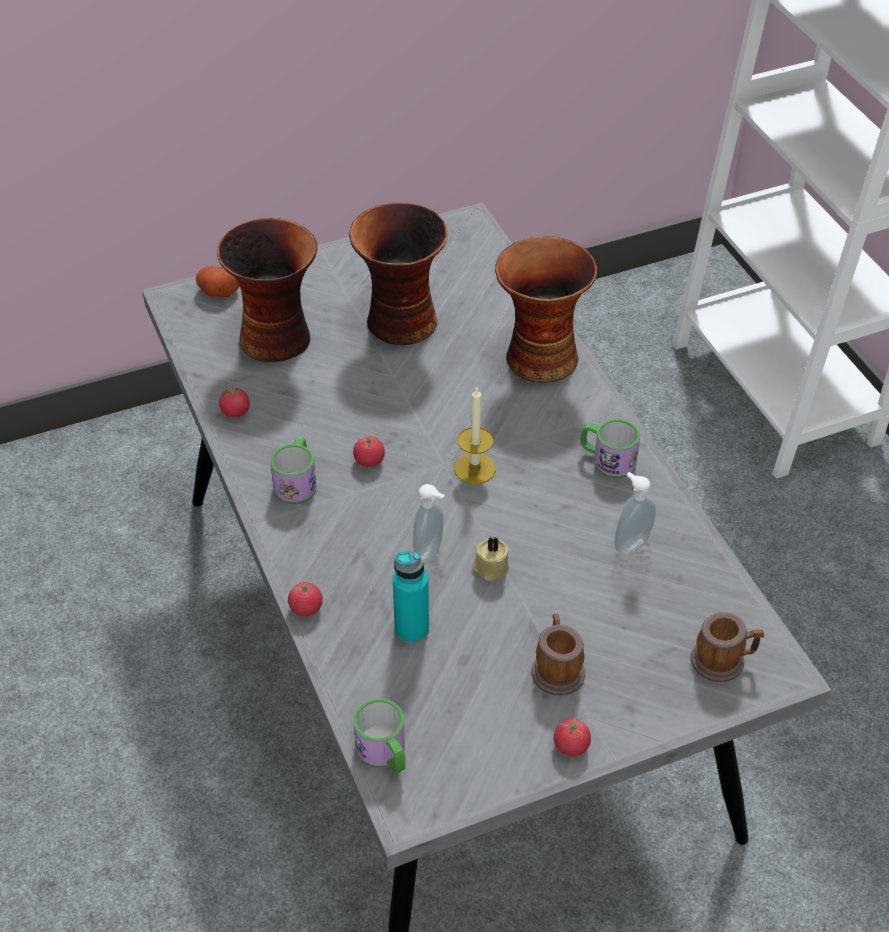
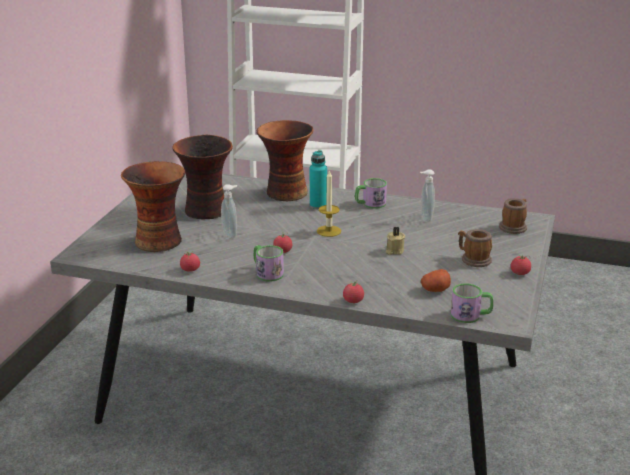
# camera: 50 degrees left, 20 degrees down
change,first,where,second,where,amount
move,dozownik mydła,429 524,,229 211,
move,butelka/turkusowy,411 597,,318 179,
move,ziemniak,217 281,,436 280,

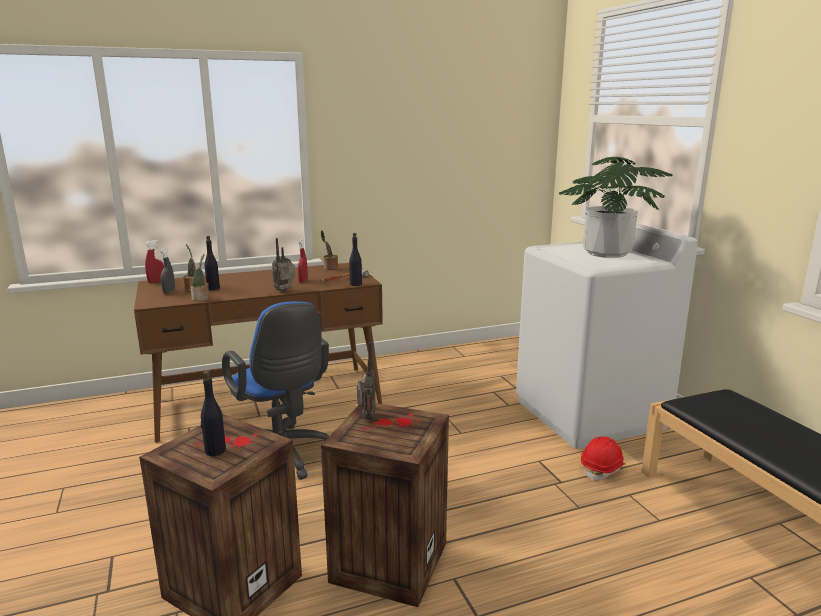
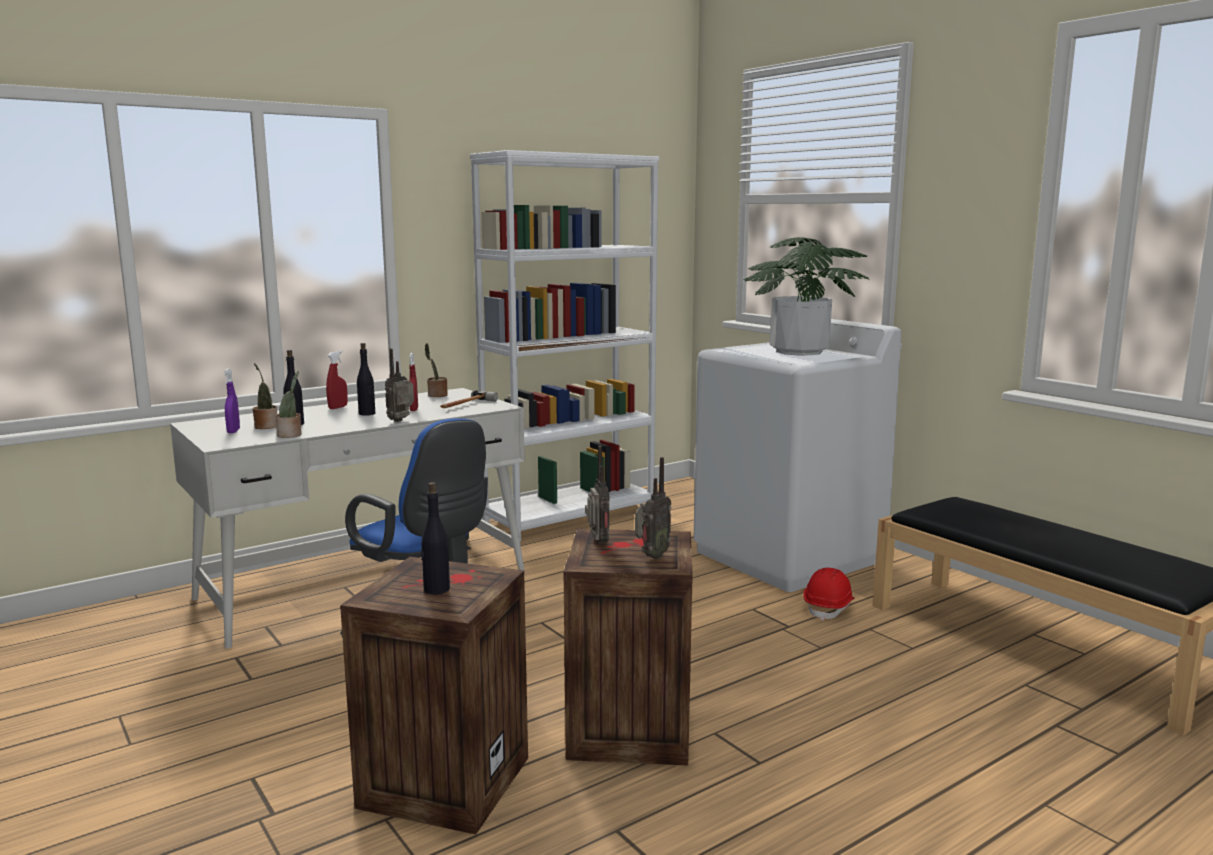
# camera: 15 degrees left, 5 degrees down
change,first,where,second,where,amount
recolor,biurko/brązowy,258 353,biurko/biały,347 518,
recolor,spryskiwacz/szary,167 271,spryskiwacz/fioletowy,232 401,
move,spryskiwacz/czerwony,154 261,,337 380,
move,butelka/czarny,355 259,,366 379,
insert,,,regał/biały,564 346,
insert,,,radio,653 508,

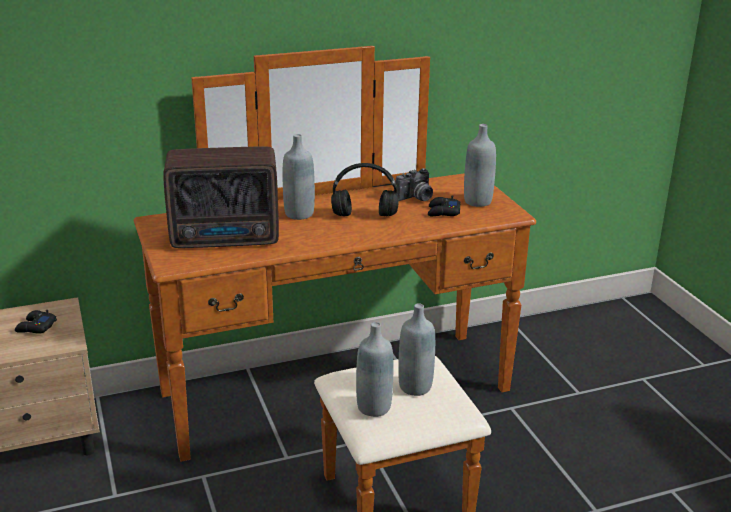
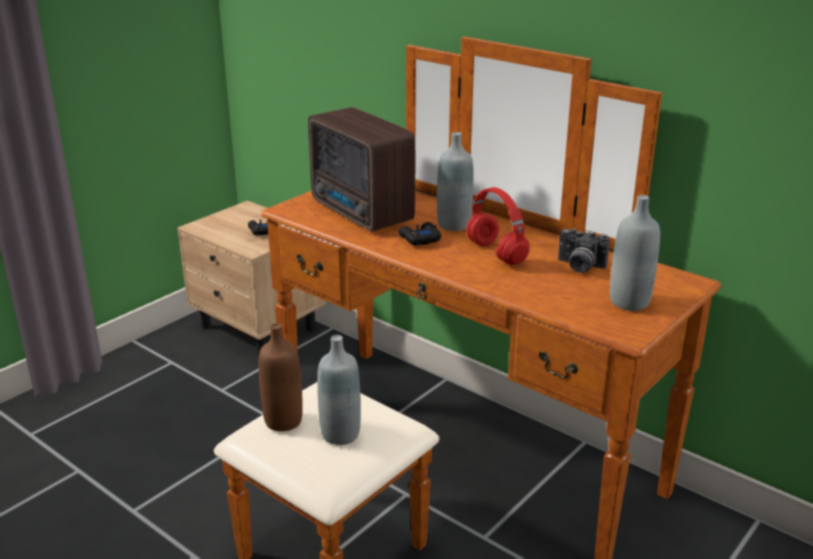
# camera: 60 degrees right, 0 degrees up
change,first,where,second,where,amount
recolor,butelka/szary,374 369,butelka/brązowy,281 377,
move,pad do gier/czarny,444 205,,419 233,
recolor,słuchawki/czarny,365 189,słuchawki/czerwony,498 226,

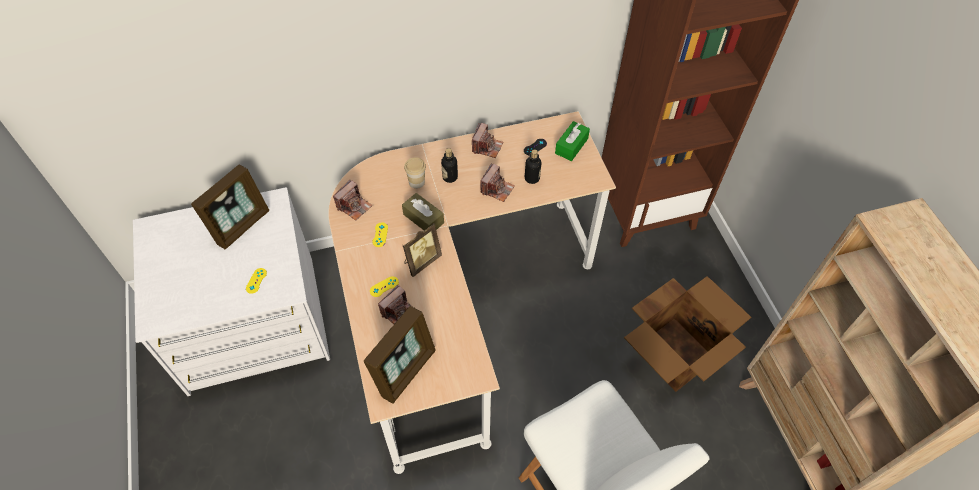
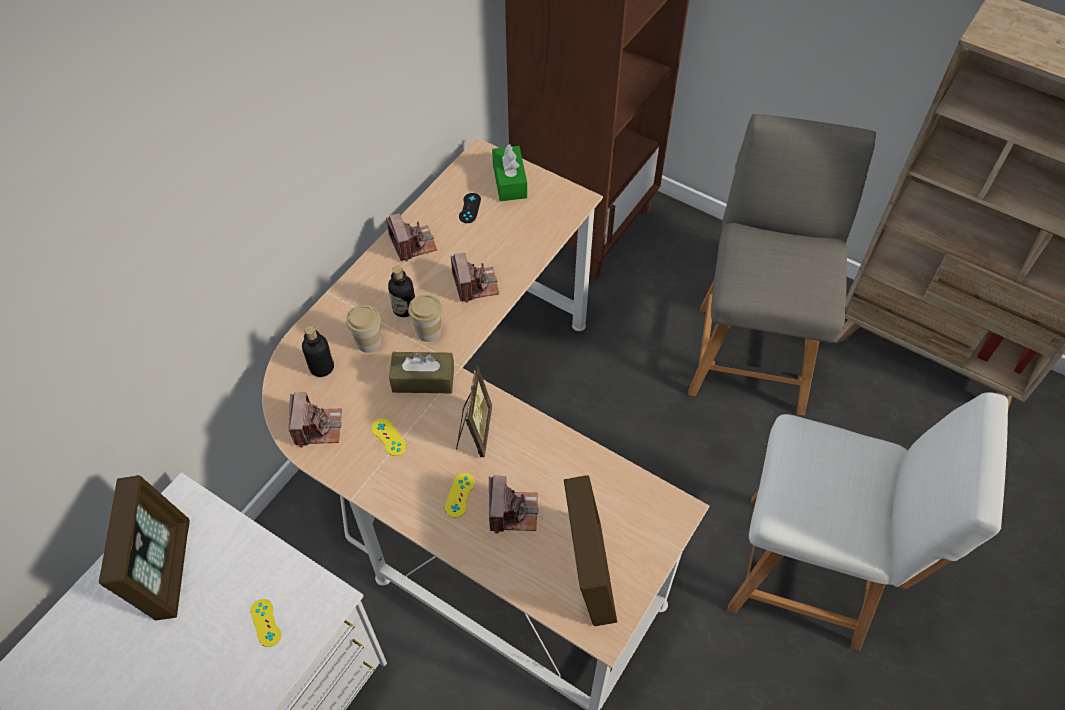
# camera: 40 degrees left, 0 degrees up
change,first,where,second,where,amount
move,butelka,533 166,,318 351,
insert,,,filiżanka,425 318,
replace,karton,687 334,krzesło/szary,782 265,

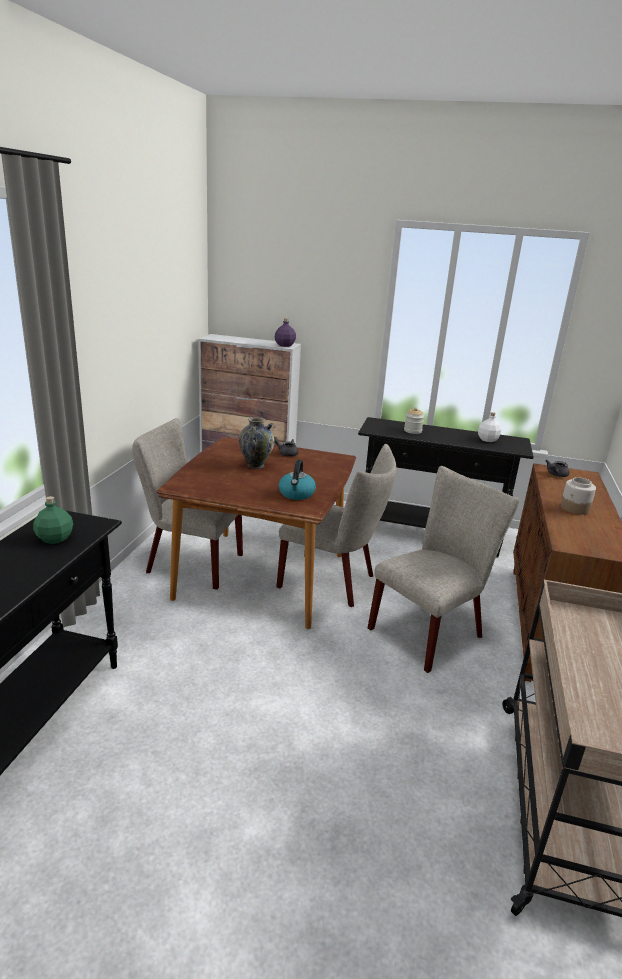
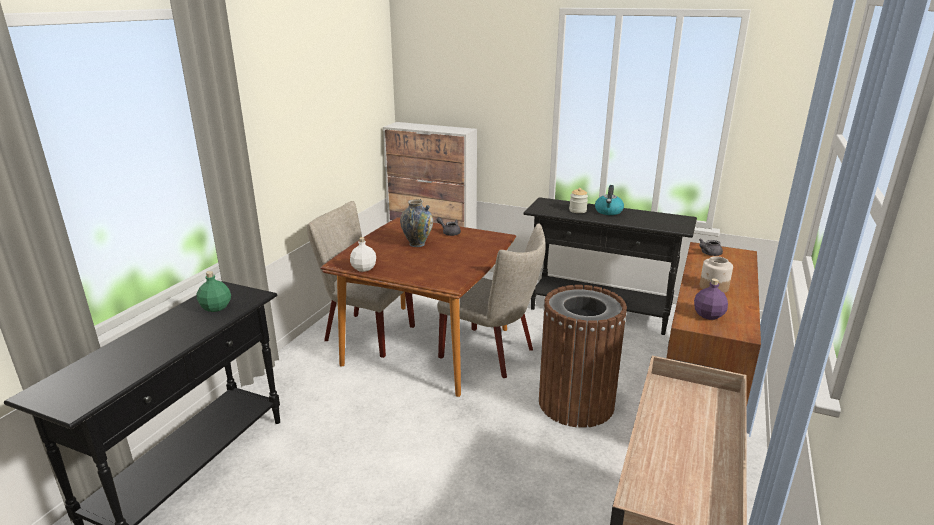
# camera: 10 degrees right, 0 degrees up
change,first,where,second,where,amount
move,butelka/biały,490 427,,363 254,
replace,krzesło/beżowy,443 569,kosz na śmieci/brązowy,583 356,
move,czajnik,297 480,,609 200,
move,butelka/fioletowy,285 332,,711 299,

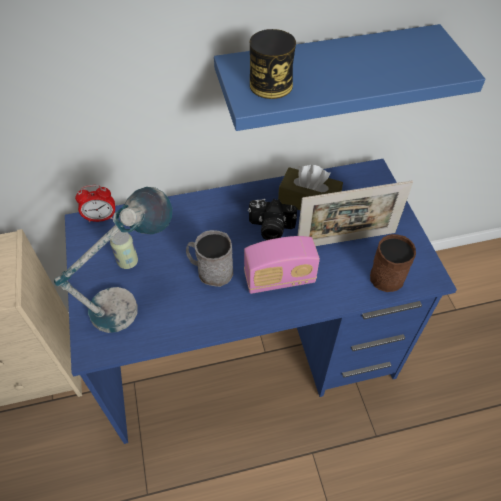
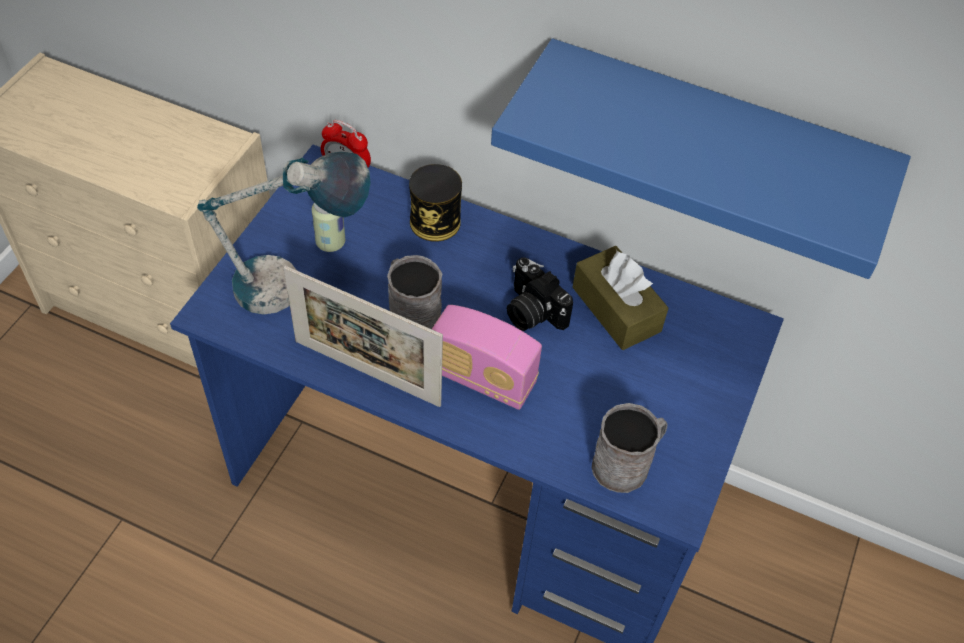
# camera: 35 degrees right, 0 degrees up
change,first,where,second,where,amount
move,ramka na zdjęcie,355 213,,363 336,
move,puszka,273 64,,435 203,
recolor,kubek/brązowy,393 263,kubek/szary,629 448,

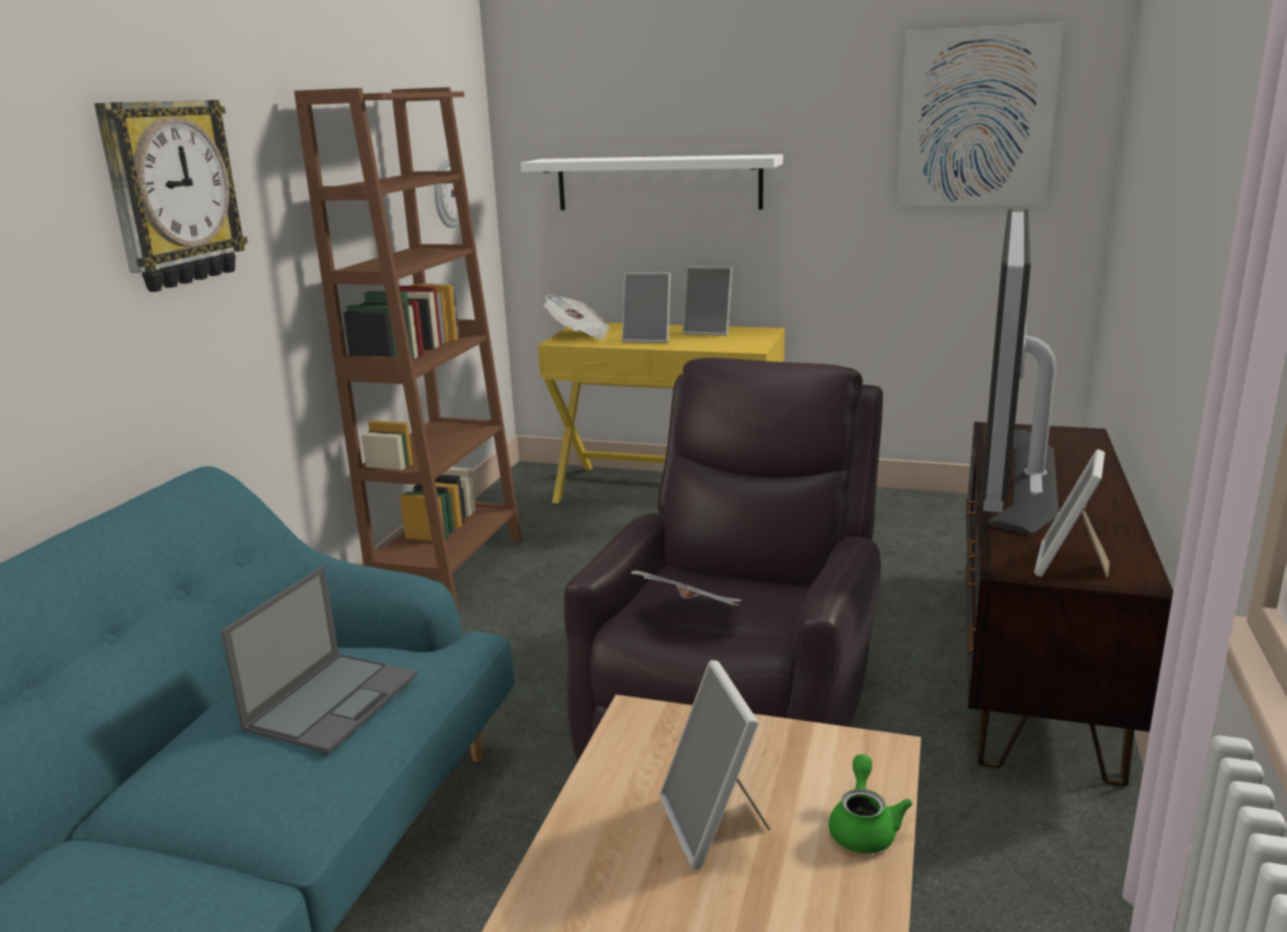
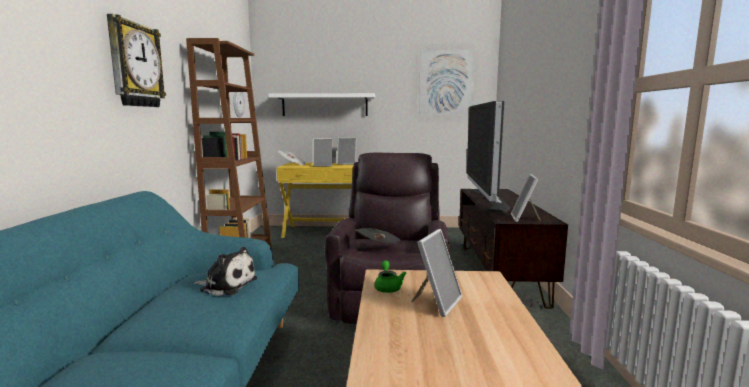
# camera: 15 degrees left, 10 degrees down
change,first,where,second,where,amount
replace,laptop,319 659,pluszak,225 271,
move,imbryk/zielony,871 804,,390 276,
rotate,ramka na zdjęcie,714 765,,436 273,120 degrees counterclockwise

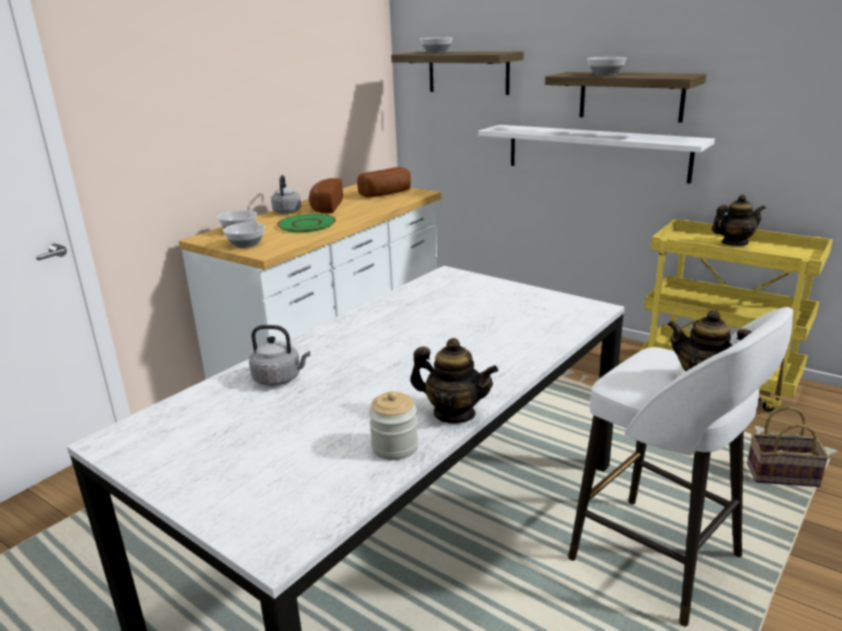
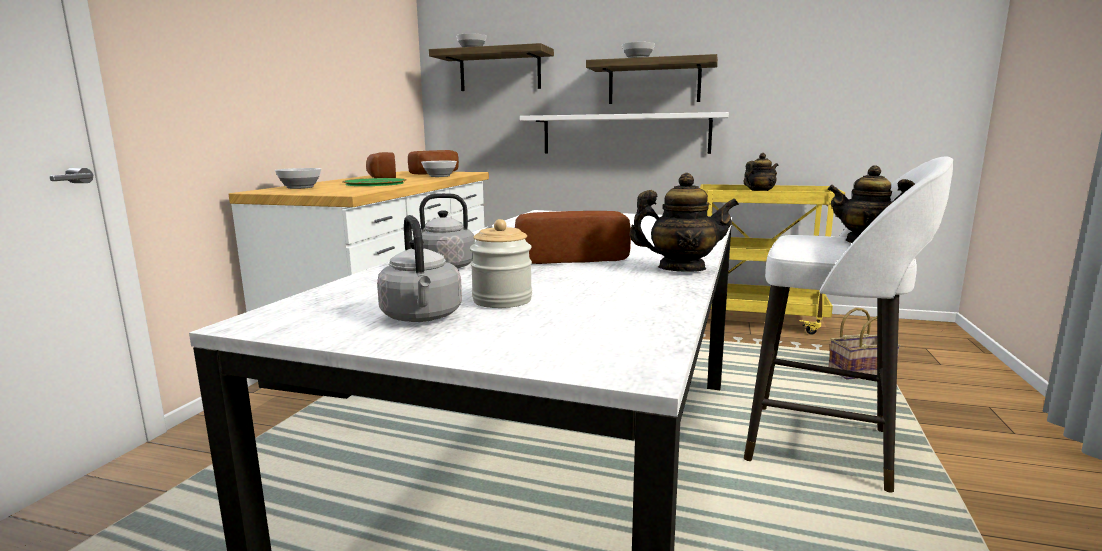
# camera: 20 degrees left, 10 degrees down
change,first,where,second,where,amount
move,czajnik/szary,286 194,,419 268,
move,miska,244 235,,439 169,
move,słoik,393 425,,501 263,
insert,,,chleb,573 237,

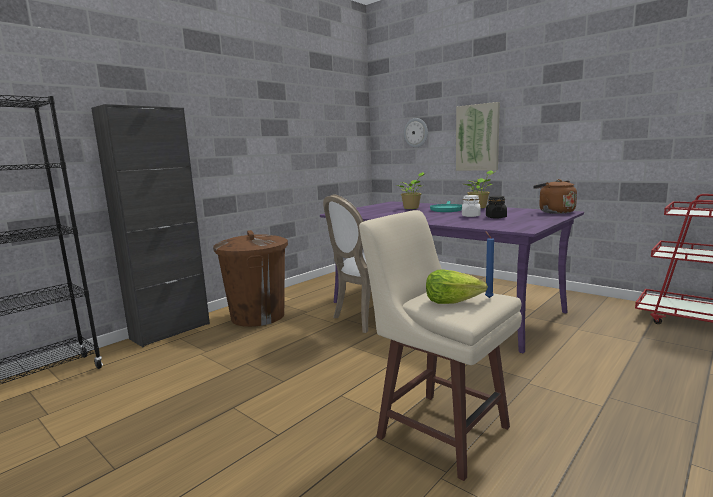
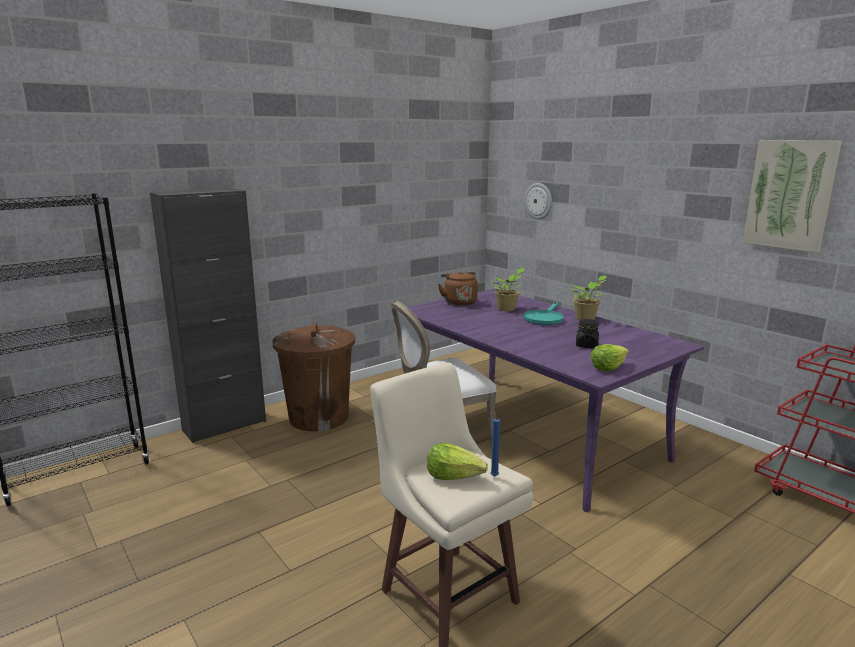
# camera: 10 degrees right, 5 degrees up
change,first,where,second,where,amount
move,czajnik/brązowy,555 196,,458 288,
insert,,,sałata,609 357,
move,obraz,478 136,,792 196,
delete,słoik/biały,471 206,,,

